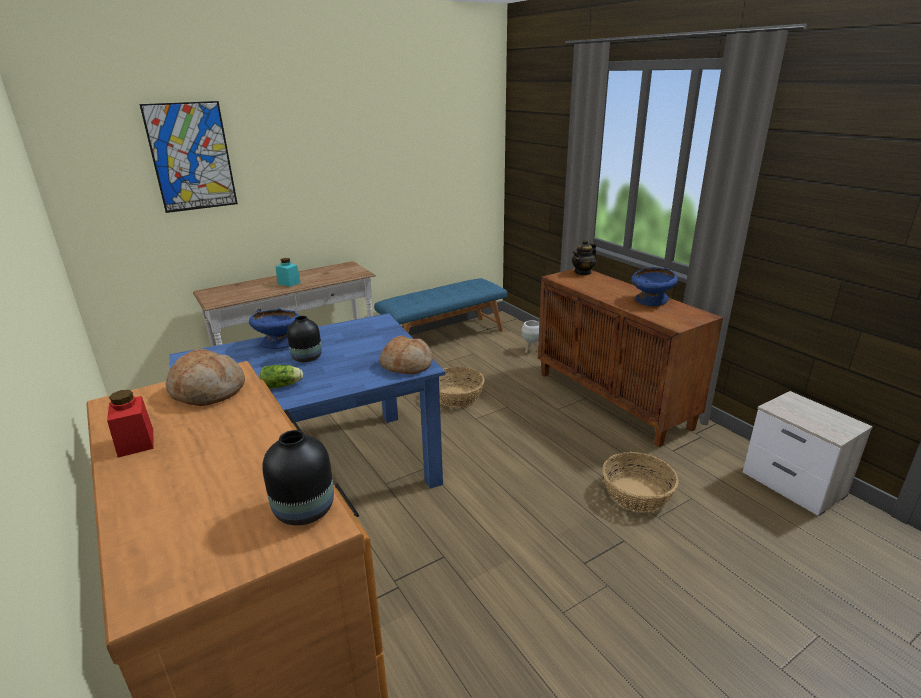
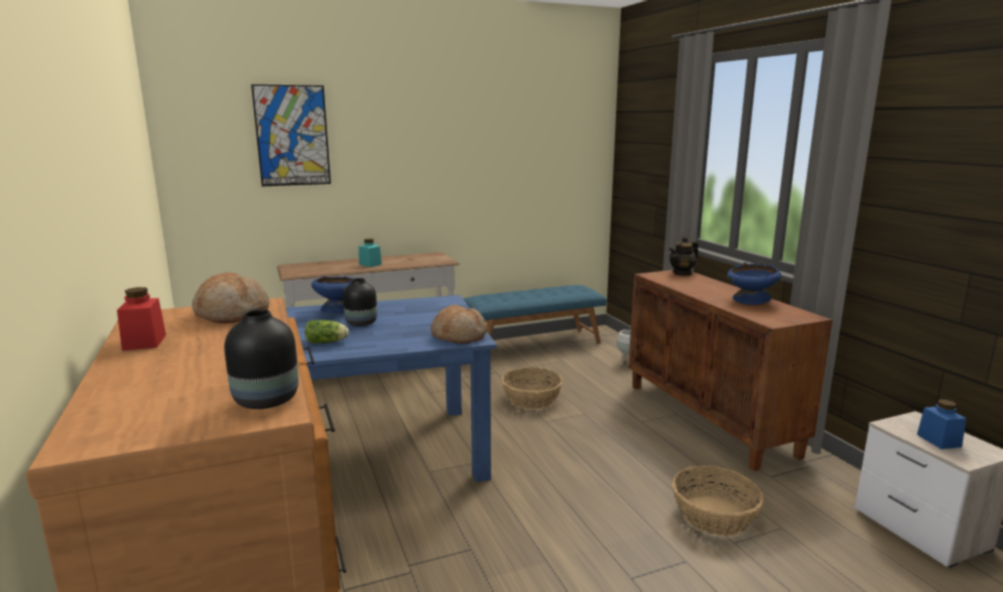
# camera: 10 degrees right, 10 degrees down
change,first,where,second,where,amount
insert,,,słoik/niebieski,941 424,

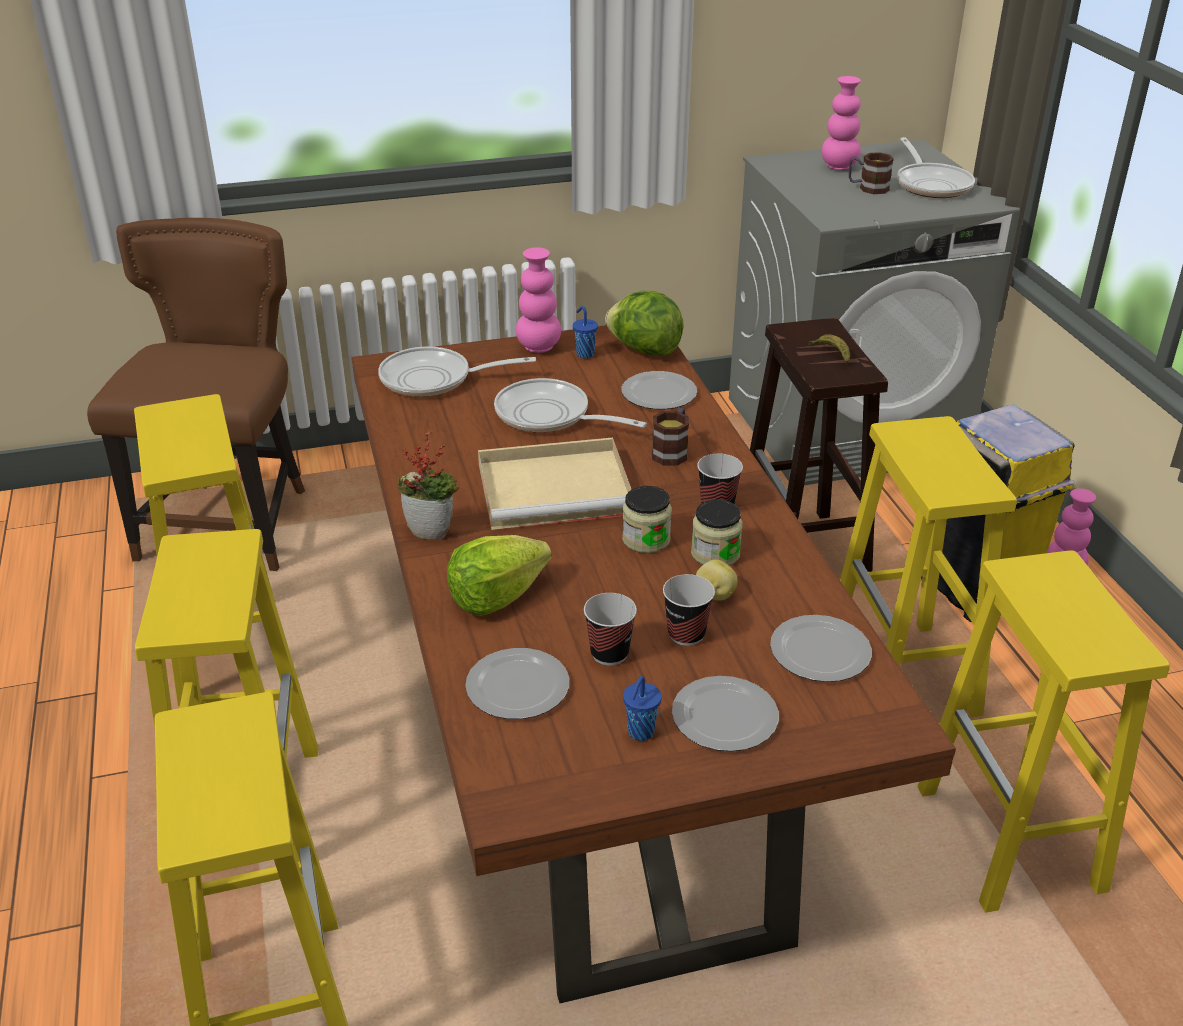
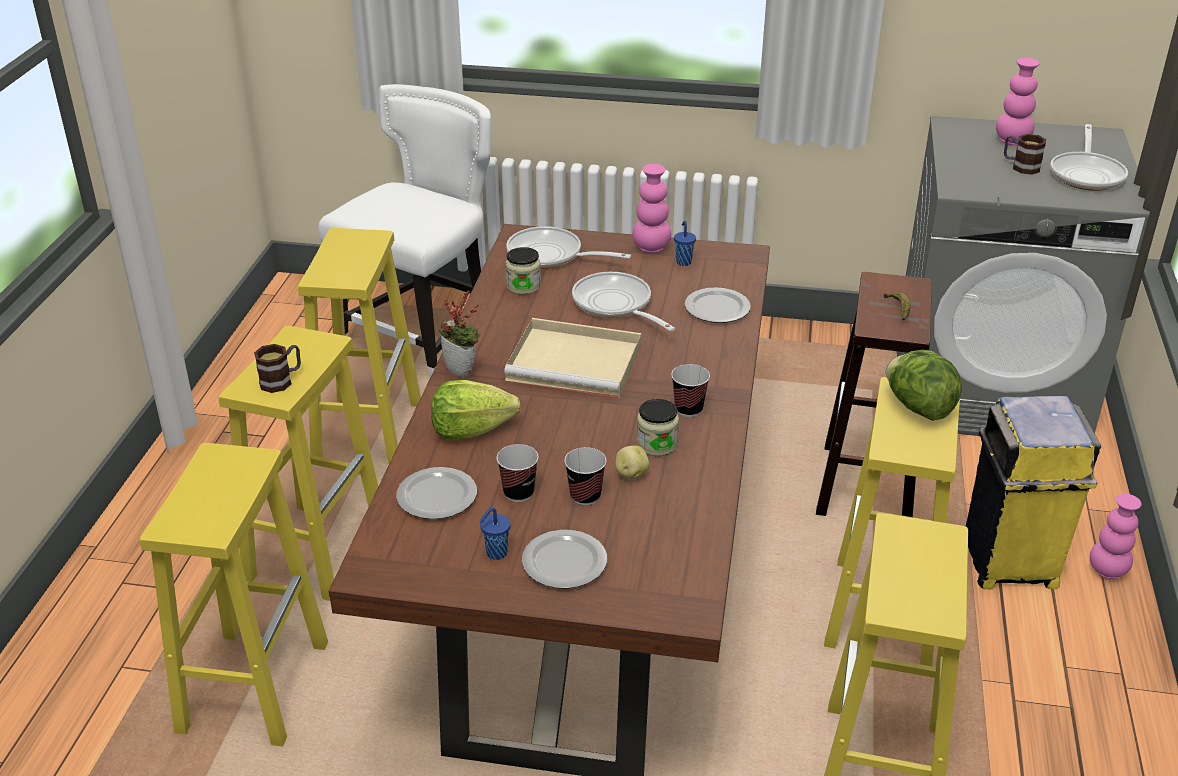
# camera: 25 degrees right, 0 degrees up
change,first,where,second,where,amount
move,kubek,670 437,,277 368,
recolor,krzesło/brązowy,196 394,krzesło/biały,404 231,
move,słoik,647 519,,523 271,
move,sałata,644 323,,923 385,
delete,talerz,821 648,,,

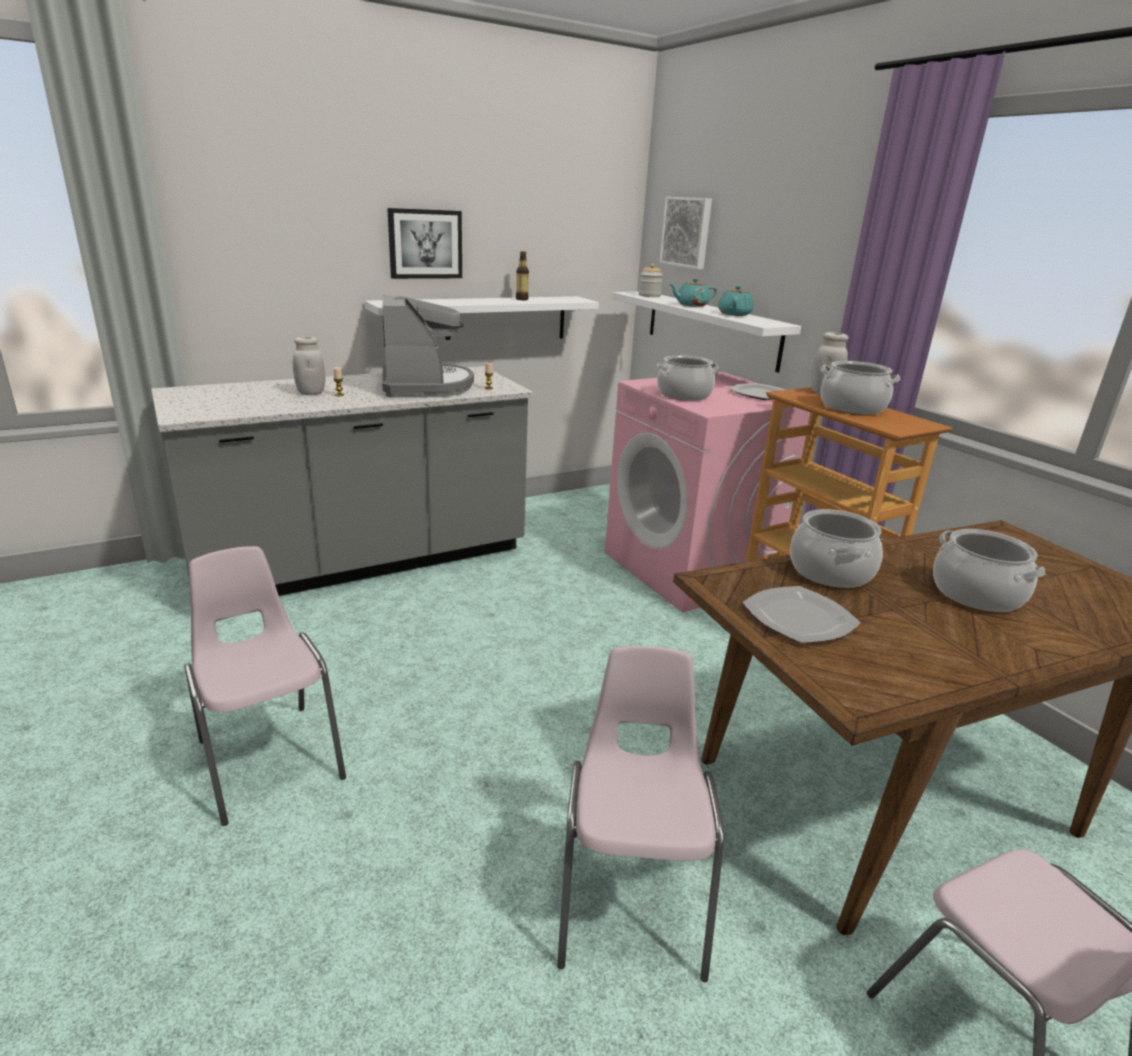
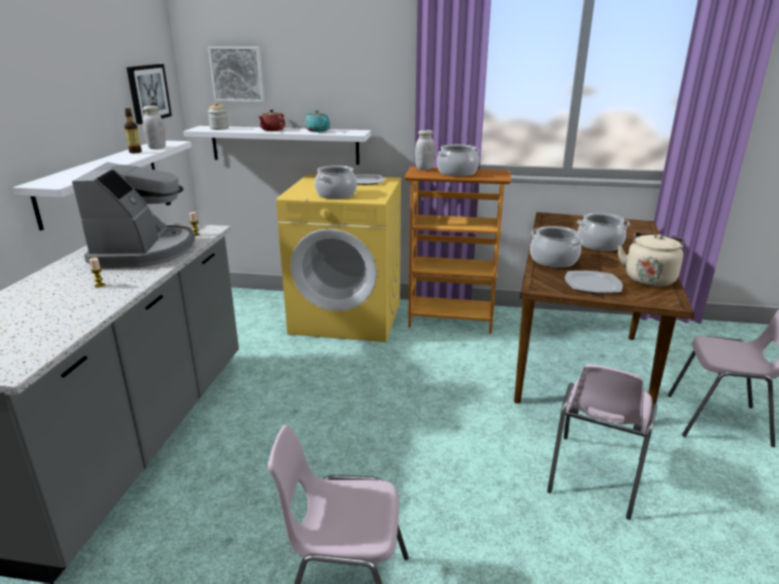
# camera: 50 degrees left, 0 degrees up
change,first,where,second,where,amount
rotate,ekspres do kawy,428 346,,133 215,60 degrees clockwise
move,obraz,424 243,,149 94,
move,słoik/biały,309 366,,154 127,
recolor,imbryk/turkusowy,693 293,imbryk/czerwony,271 120,
recolor,pralka/różowy,708 492,pralka/żółty,339 258,
rotate,krzesło/różowy,640 814,,602 442,105 degrees counterclockwise
insert,,,czajnik/beżowy,651 259,

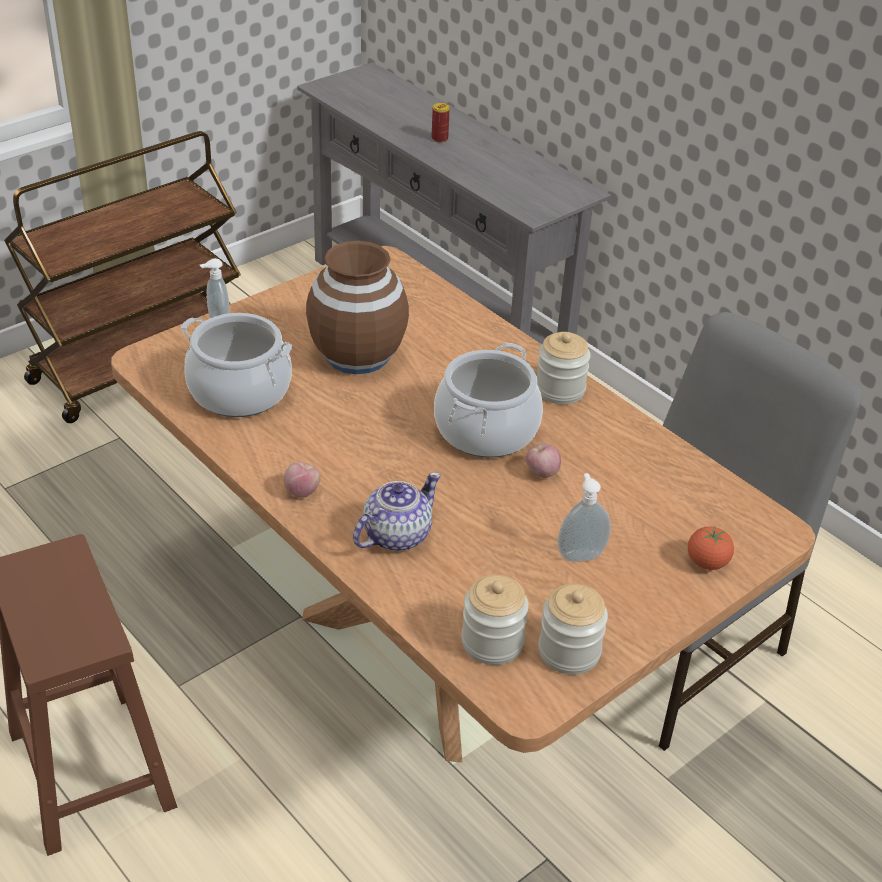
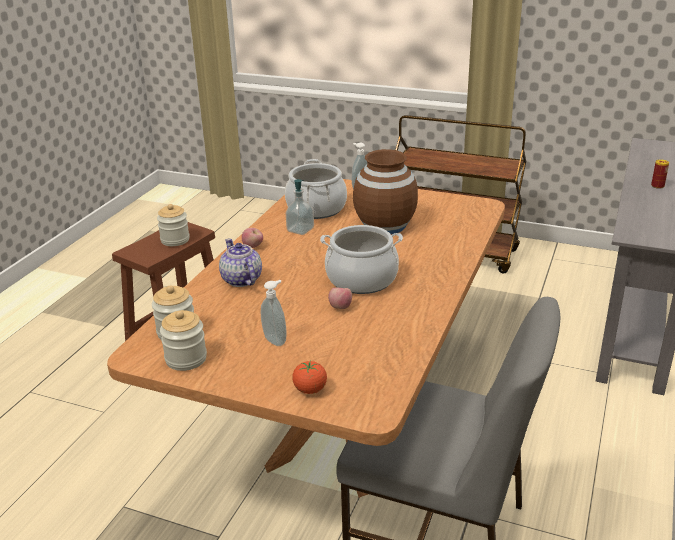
# camera: 65 degrees right, 10 degrees down
change,first,where,second,where,amount
move,słoik,564 368,,173 225,
rotate,imbryk,397 511,,240 263,135 degrees counterclockwise
insert,,,dozownik mydła,300 207,

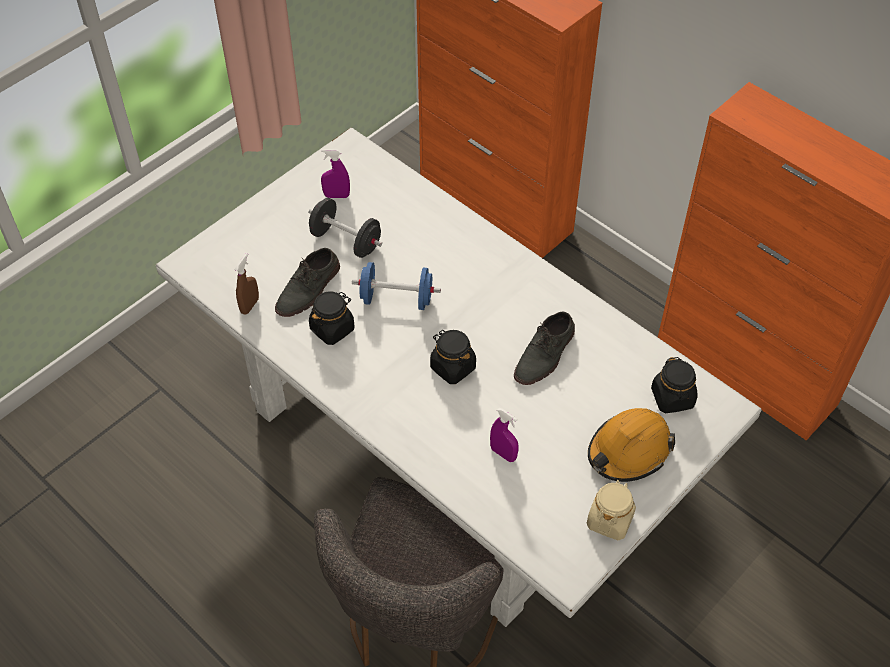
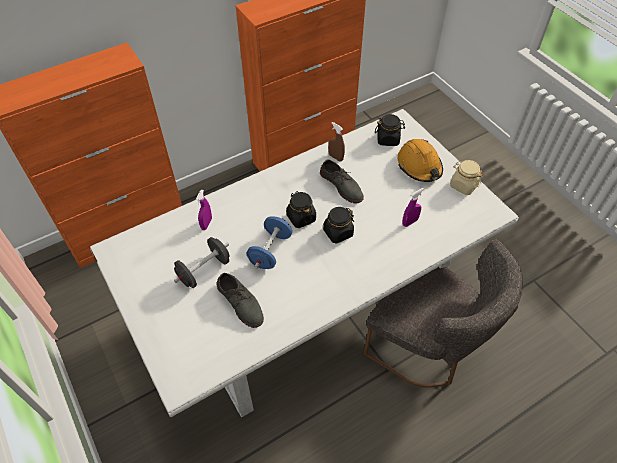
# camera: 75 degrees left, 0 degrees up
change,first,where,second,where,amount
move,spryskiwacz/fioletowy,335 173,,204 210,
move,słoik/czarny,331 318,,301 209,
move,spryskiwacz/brązowy,247 283,,336 141,

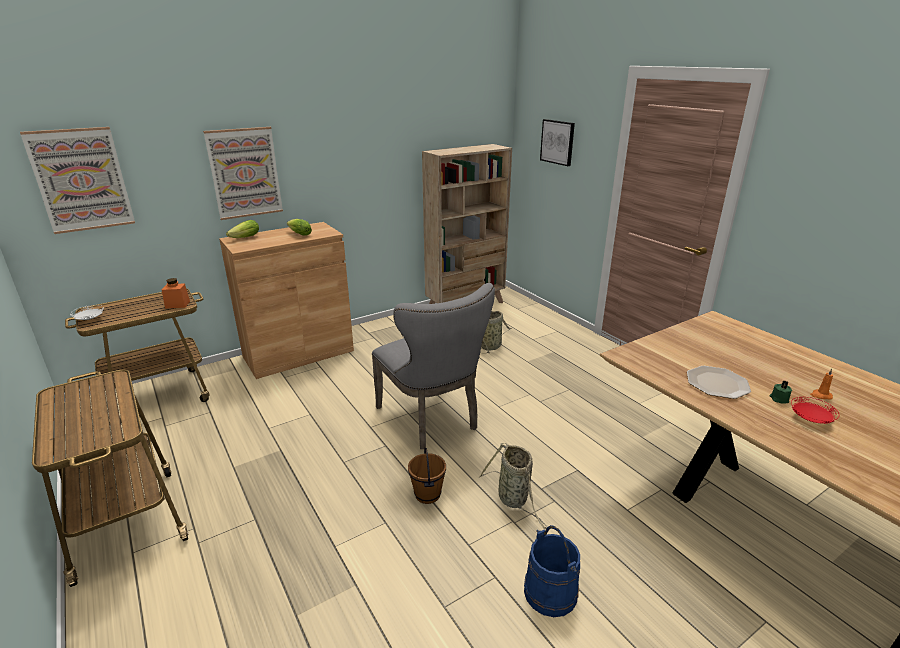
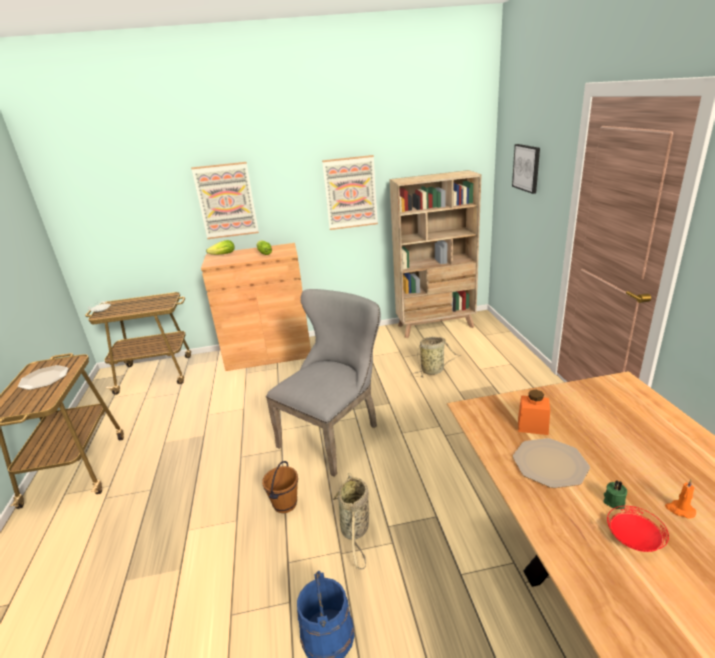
# camera: 25 degrees right, 0 degrees up
change,first,where,second,where,amount
insert,,,talerz,43 377,
rotate,krzesło/szary,433 366,,323 383,135 degrees counterclockwise
move,obraz,77 180,,350 192,
move,słoik/pomarańczowy,176 293,,534 412,

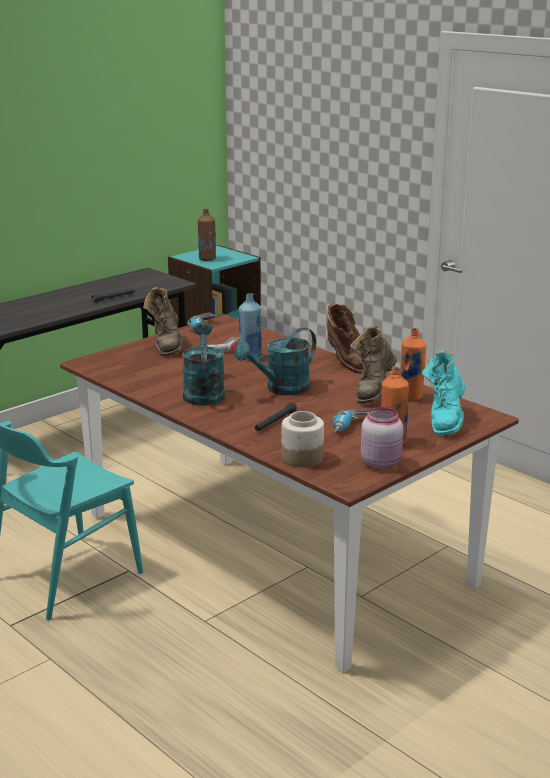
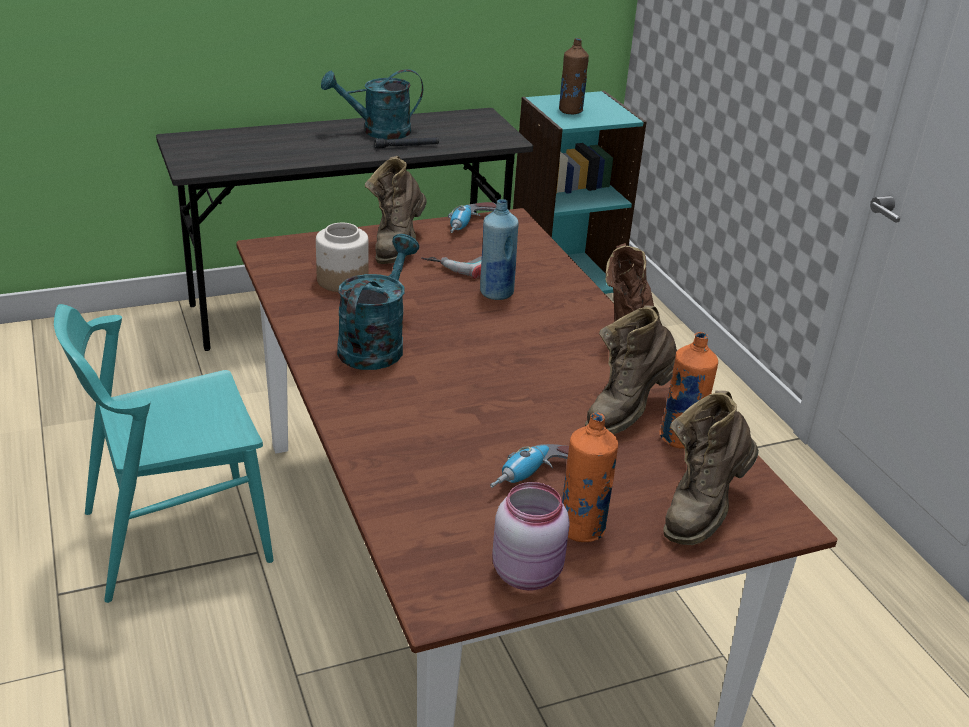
# camera: 20 degrees right, 10 degrees up
change,first,where,second,where,amount
move,słoik,303 439,,342 257,
move,konewka/turkusowy,275 361,,372 104,
recolor,but z cholewką/turkusowy,443 392,but z cholewką/brązowy,711 468,
delete,latarka/czarny,276 416,,,

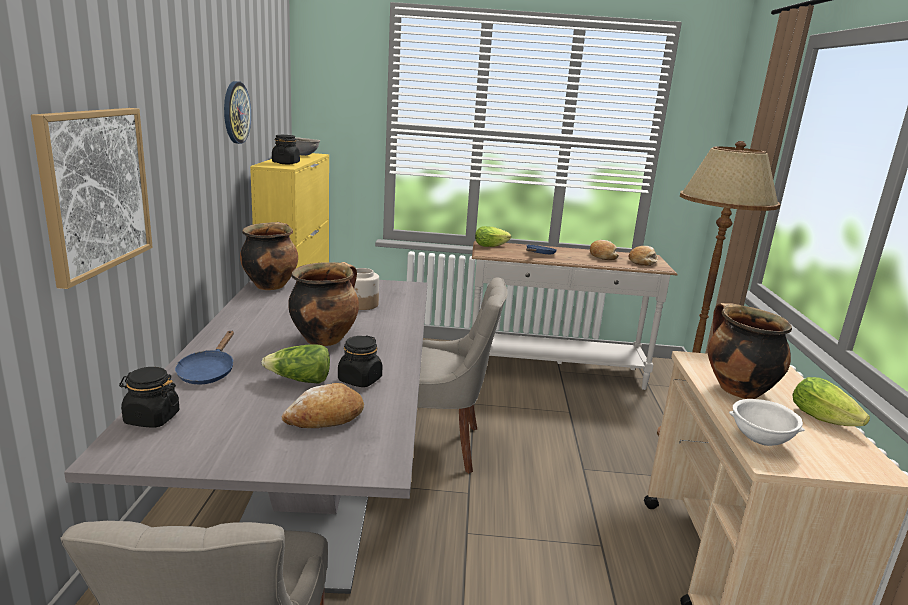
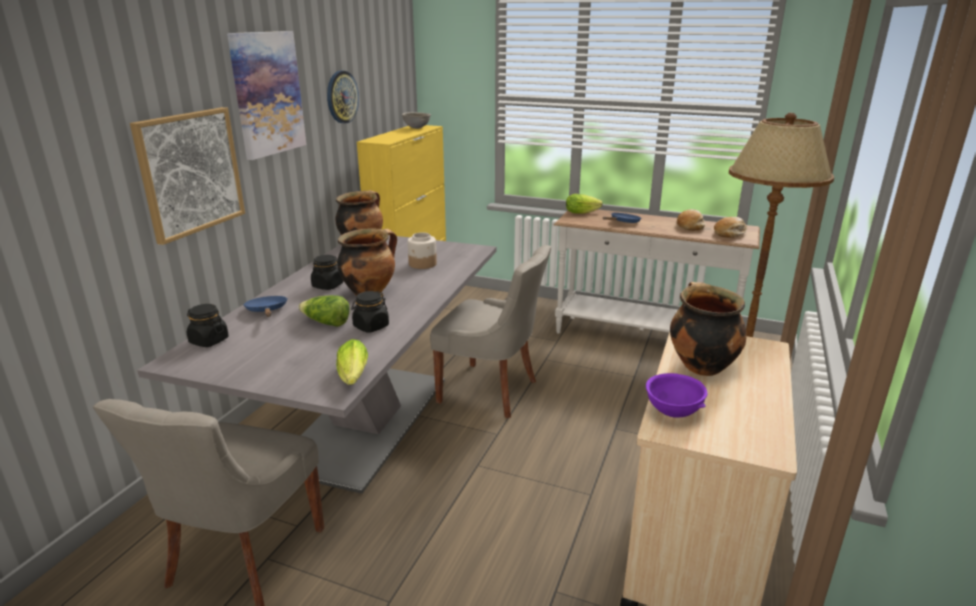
# camera: 20 degrees right, 5 degrees up
change,first,where,second,where,amount
insert,,,obraz,266 95,
rotate,patelnia/niebieski,204 357,,265 306,135 degrees clockwise
move,słoik/czarny,286 149,,327 272,
move,sałata,831 401,,352 362,
recolor,miska/biały,767 422,miska/fioletowy,676 395,
delete,chleb,323 405,,,

